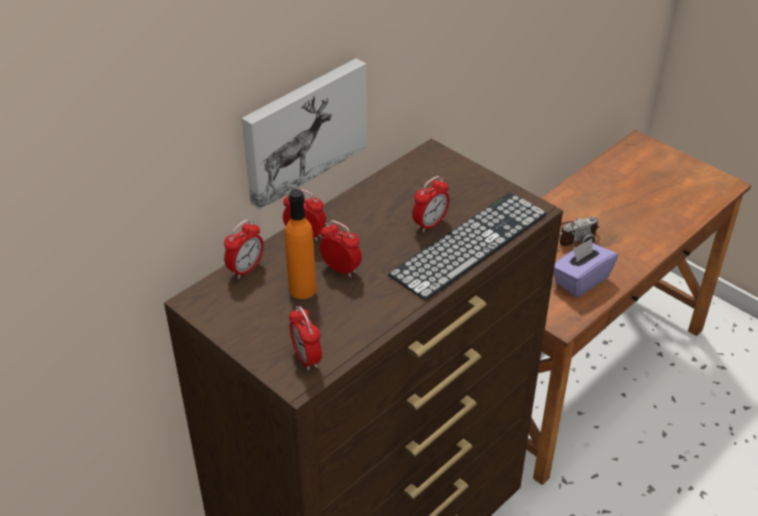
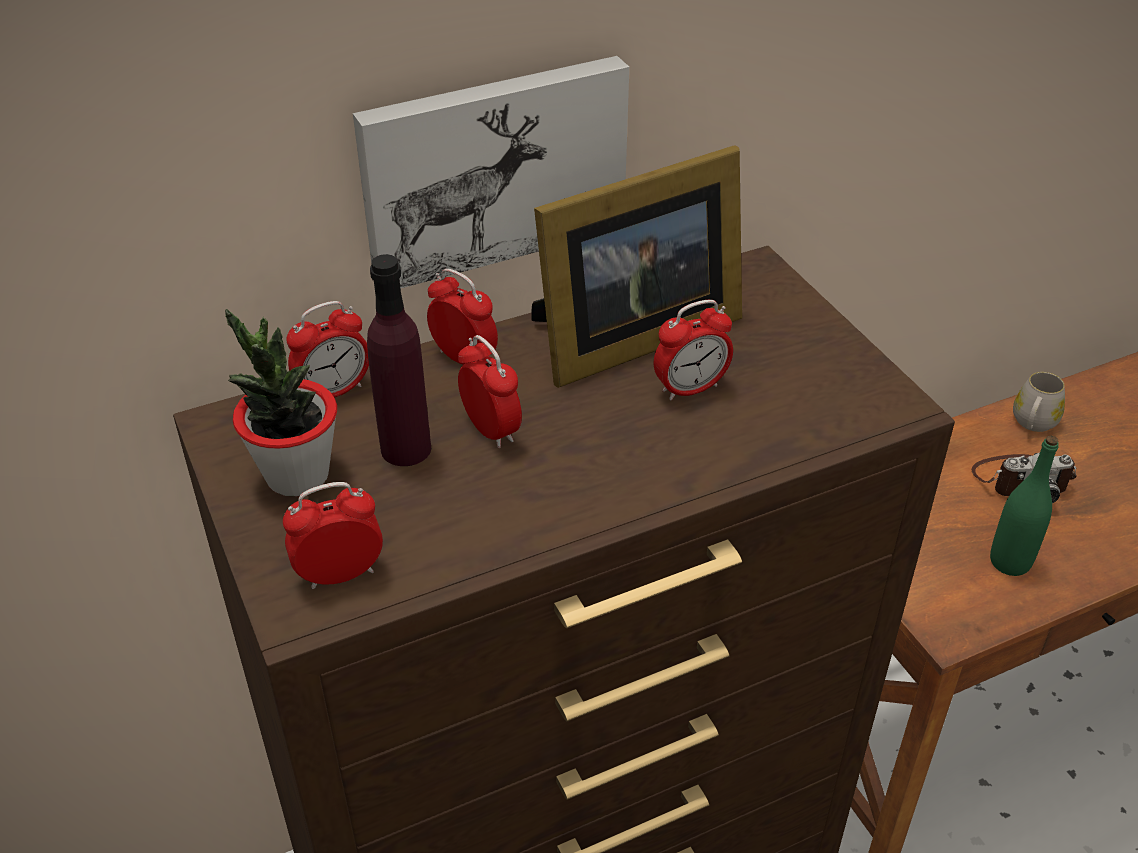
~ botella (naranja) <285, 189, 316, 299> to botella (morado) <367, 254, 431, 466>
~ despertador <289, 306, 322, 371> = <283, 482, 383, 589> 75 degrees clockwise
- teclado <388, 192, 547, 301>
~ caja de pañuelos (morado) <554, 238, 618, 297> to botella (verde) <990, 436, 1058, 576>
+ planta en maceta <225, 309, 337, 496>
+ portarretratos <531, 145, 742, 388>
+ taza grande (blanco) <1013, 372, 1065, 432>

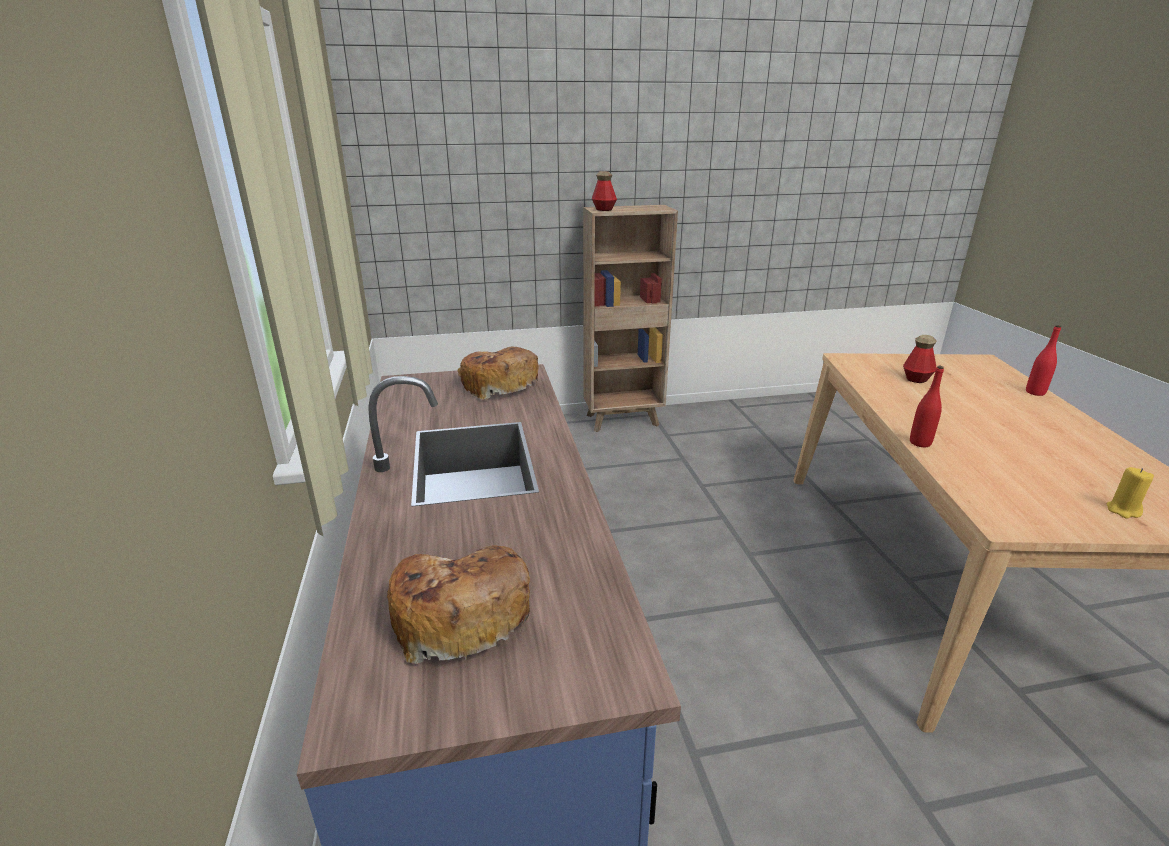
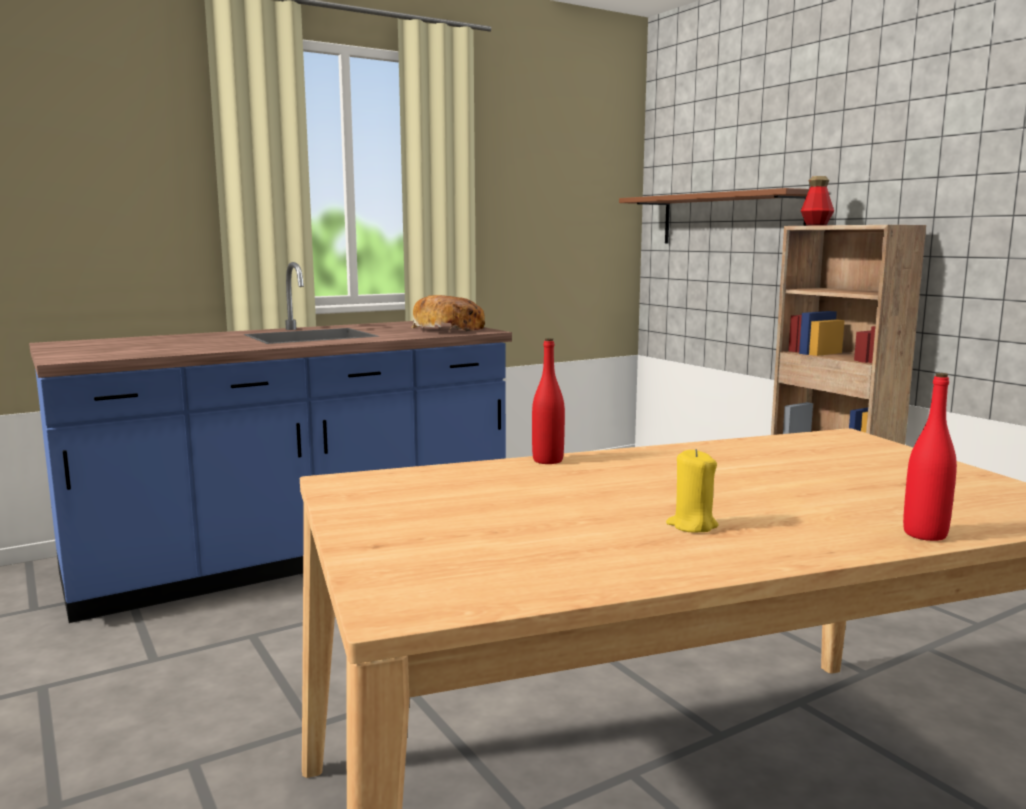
- pan <387, 545, 530, 664>
- botella <903, 335, 937, 383>
~ vela (amarillo) <1106, 467, 1154, 518> to <666, 449, 719, 533>
+ estante (marrón) <619, 188, 809, 243>

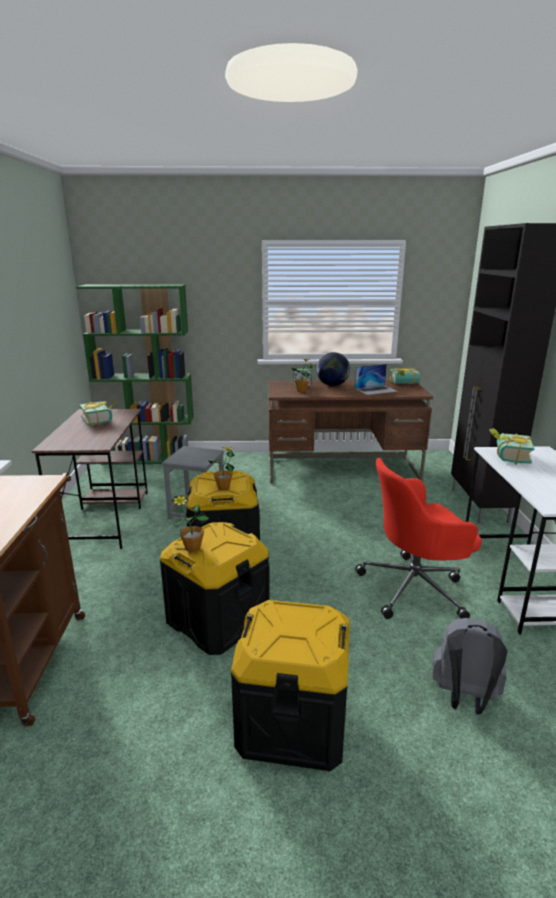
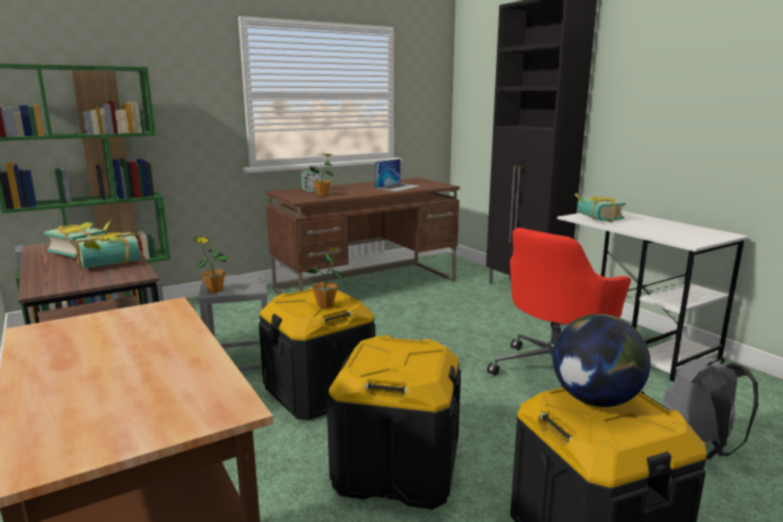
~ planta en maceta <171, 496, 209, 552> to <194, 237, 229, 293>
~ globo terráqueo <317, 352, 350, 386> to <553, 314, 651, 407>
~ libro <389, 368, 420, 384> to <75, 232, 140, 268>

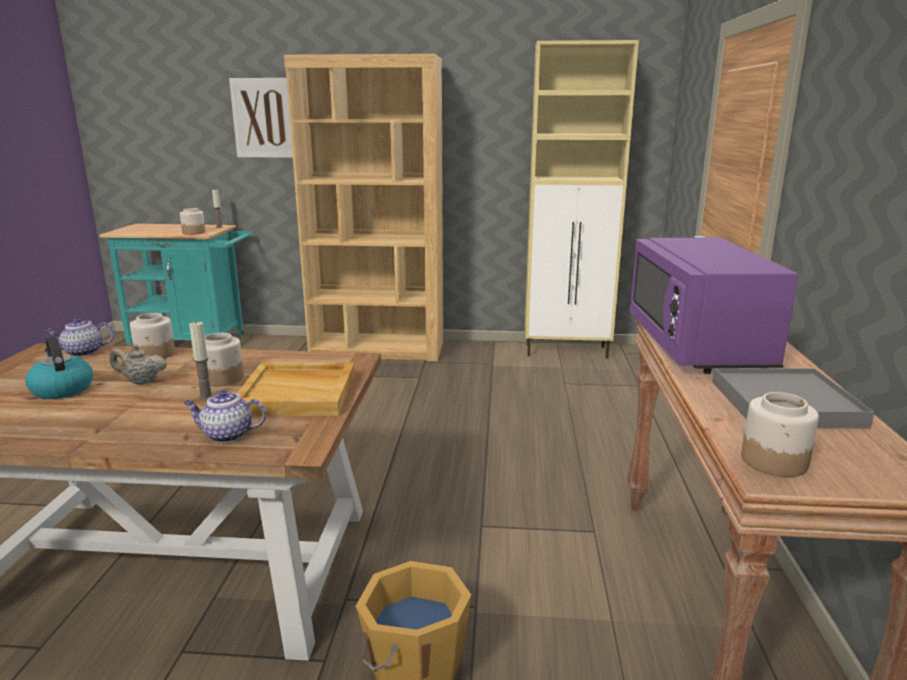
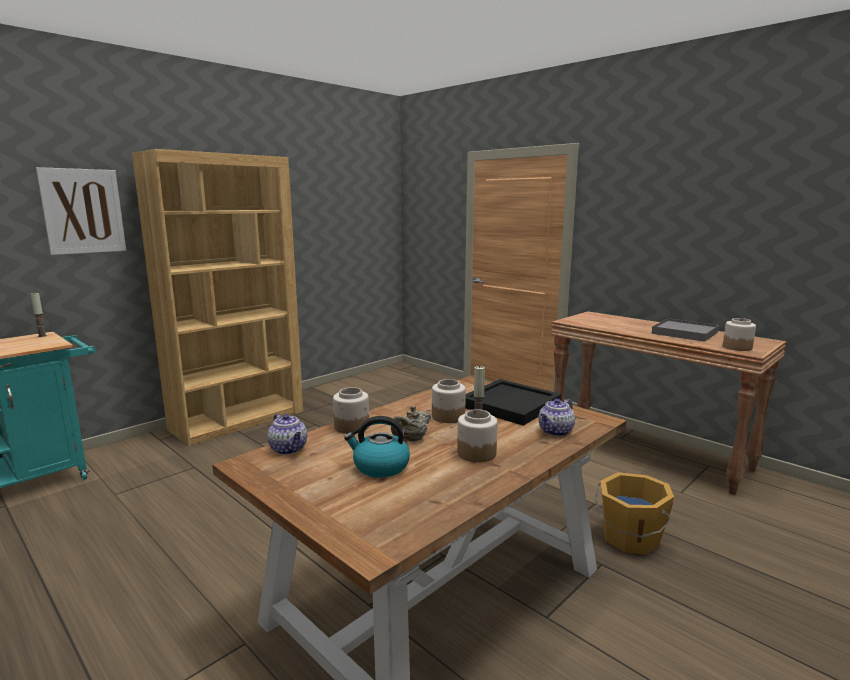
~ tetera <45, 318, 114, 357> = <268, 413, 307, 455> 60 degrees counterclockwise
~ tarro <180, 208, 205, 235> to <457, 409, 498, 463>
~ bandeja (beis) <237, 362, 355, 416> to bandeja (negro) <465, 379, 561, 426>
- armario (beis) <525, 40, 639, 358>
- microondas (morado) <630, 238, 798, 374>

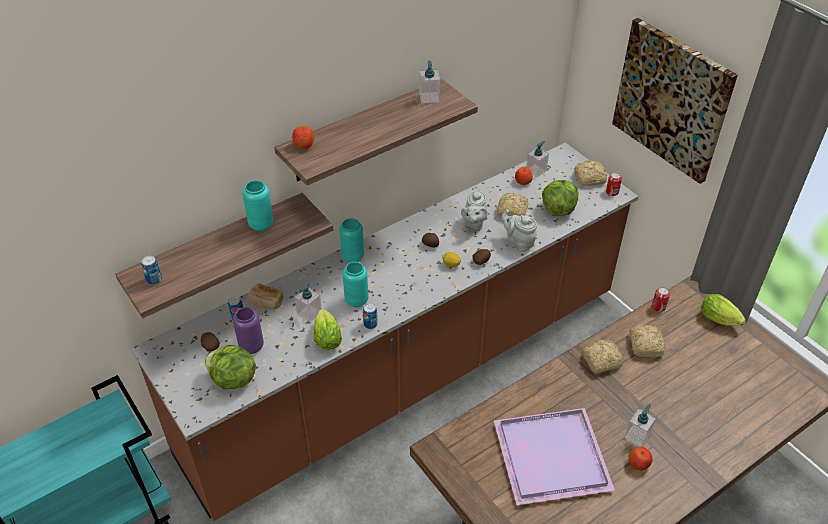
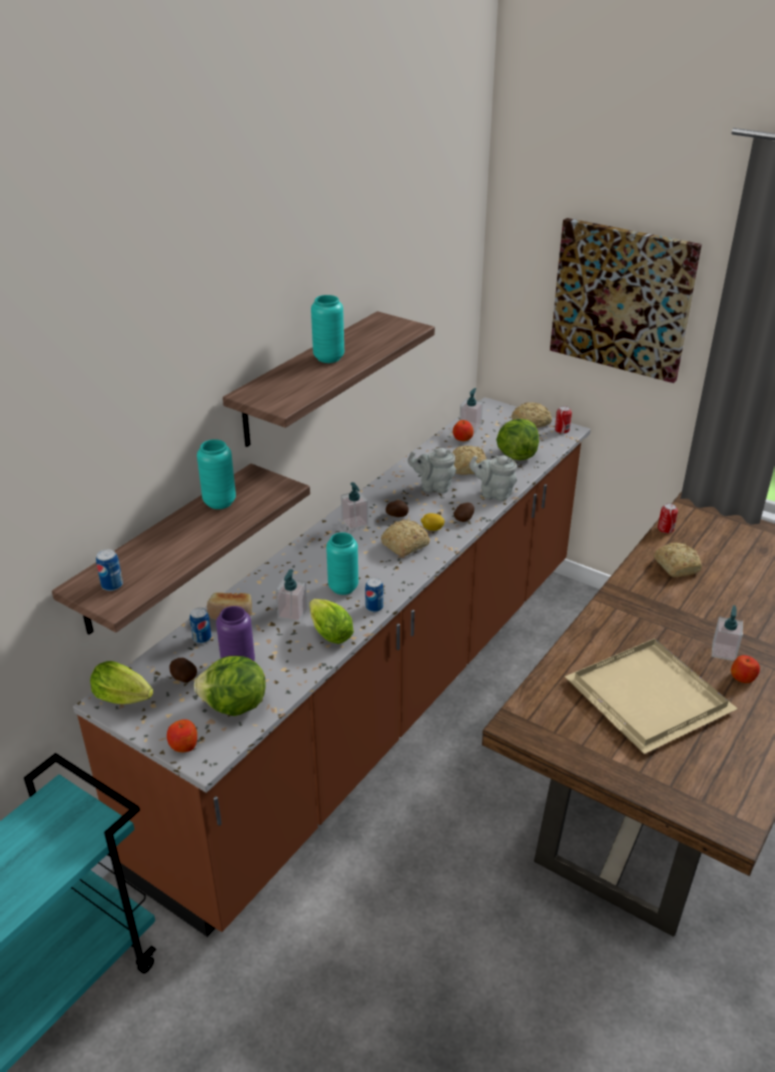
~ manzana <292, 126, 314, 149> to <167, 719, 197, 752>
~ florero (turquesa) <339, 218, 364, 263> to <311, 295, 344, 363>
~ dispensador de jabón <419, 61, 440, 103> to <341, 482, 368, 531>
~ tetera (gris) <461, 189, 488, 231> = <408, 448, 456, 493> 105 degrees clockwise
~ bandeja (morado) <494, 408, 615, 505> to bandeja (beis) <564, 639, 738, 754>
~ pan <582, 340, 623, 374> to <381, 519, 430, 556>
~ lechuga <701, 294, 746, 326> to <90, 661, 153, 704>

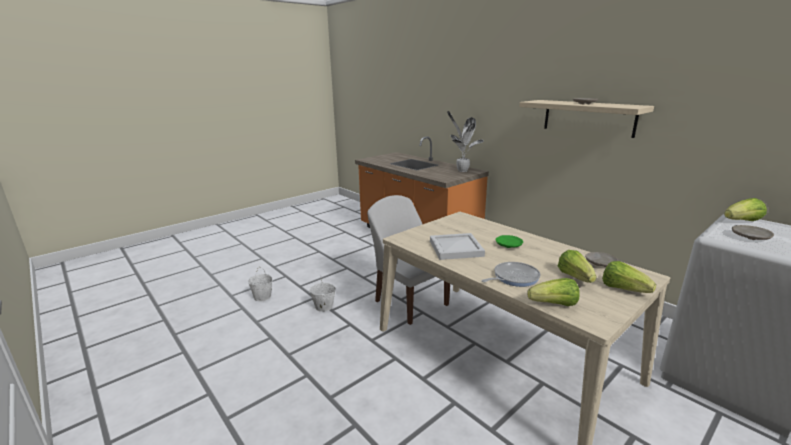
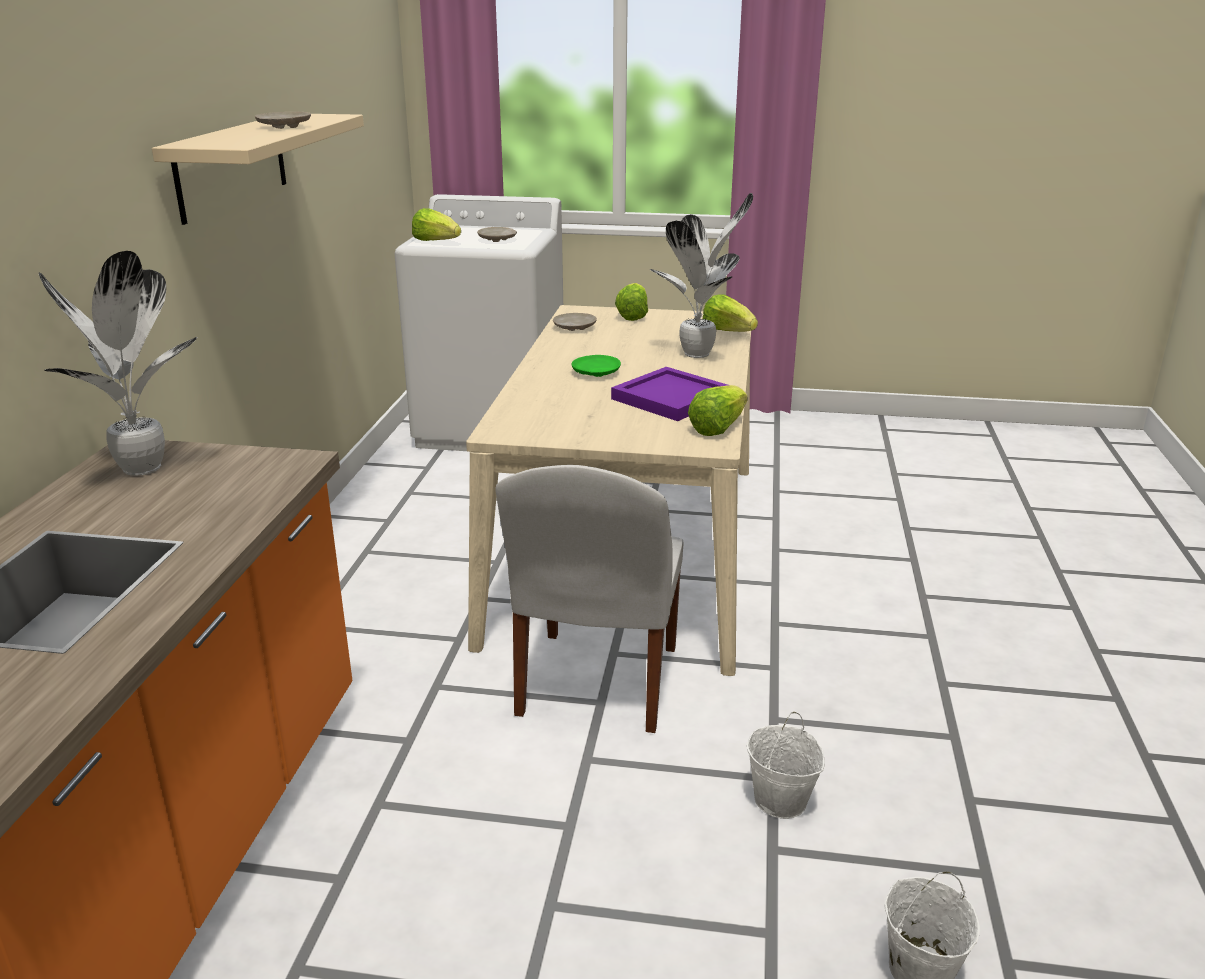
~ bandeja (blanco) <430, 233, 485, 260> to bandeja (morado) <611, 367, 727, 421>
~ sartén <481, 262, 541, 287> to planta en maceta <650, 193, 753, 358>
~ lechuga <558, 250, 597, 283> to <688, 385, 748, 436>

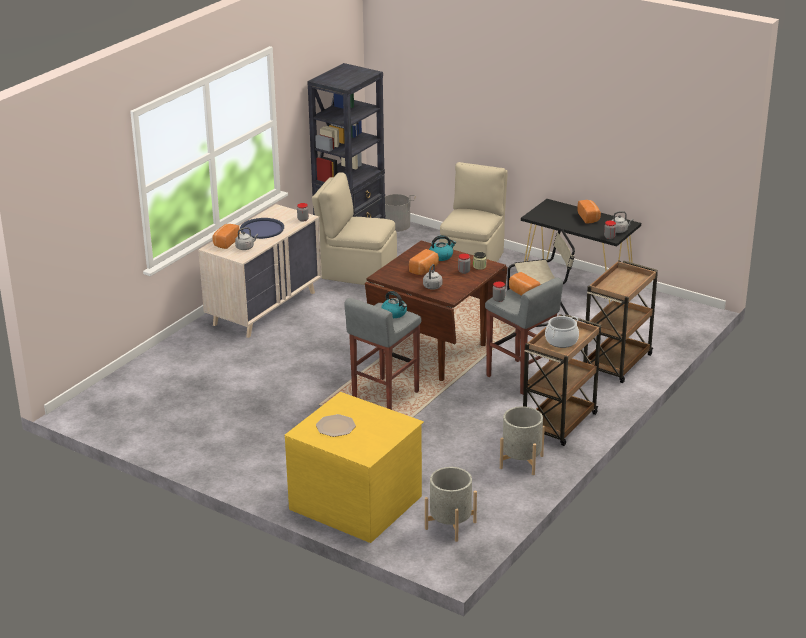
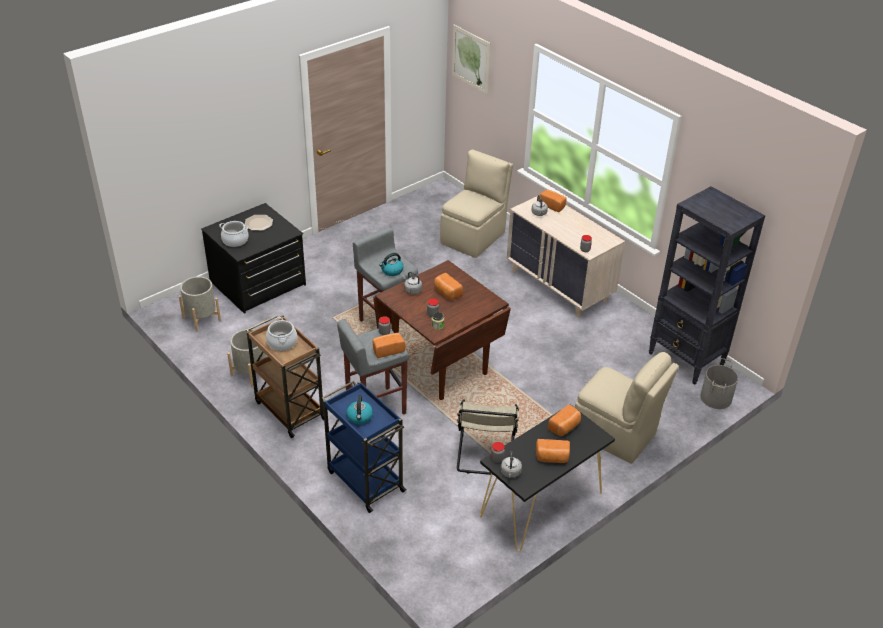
- bandeja (azul) <240, 218, 284, 239>
~ cómoda (amarillo) <284, 392, 424, 543> to cómoda (negro) <201, 203, 306, 314>
~ silla (beis) <312, 173, 397, 287> to <440, 149, 513, 258>
~ hervidor <429, 235, 456, 261> to <346, 395, 373, 424>
~ carrito (marrón) <583, 260, 658, 383> to carrito (azul) <322, 381, 406, 513>
+ olla <219, 221, 248, 247>
+ cuadro <452, 25, 491, 95>
+ pan <548, 405, 581, 436>

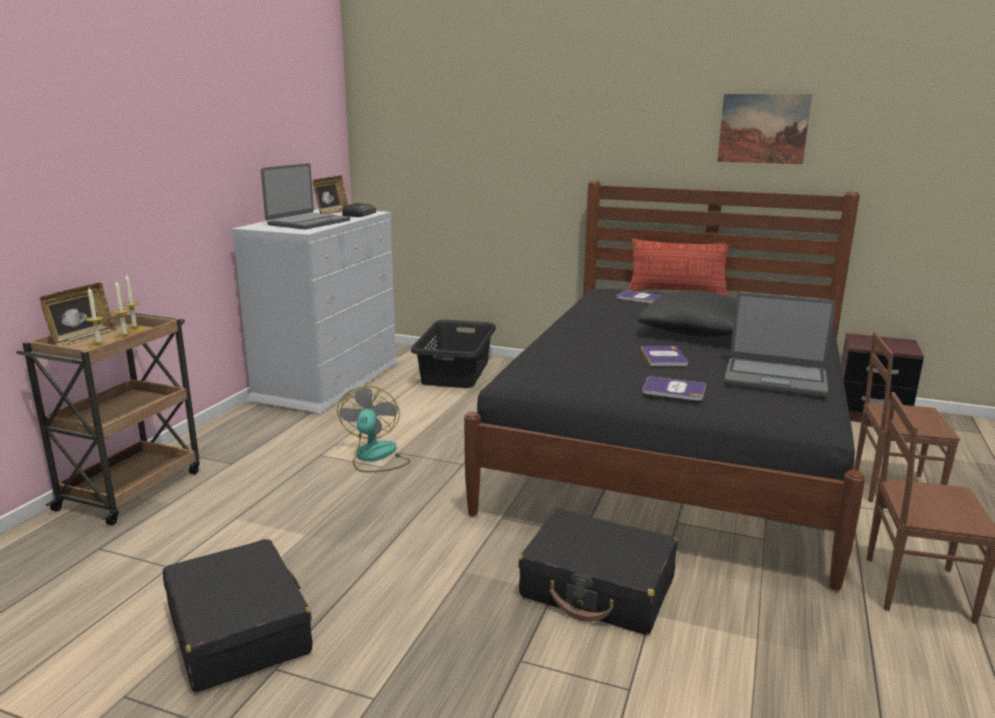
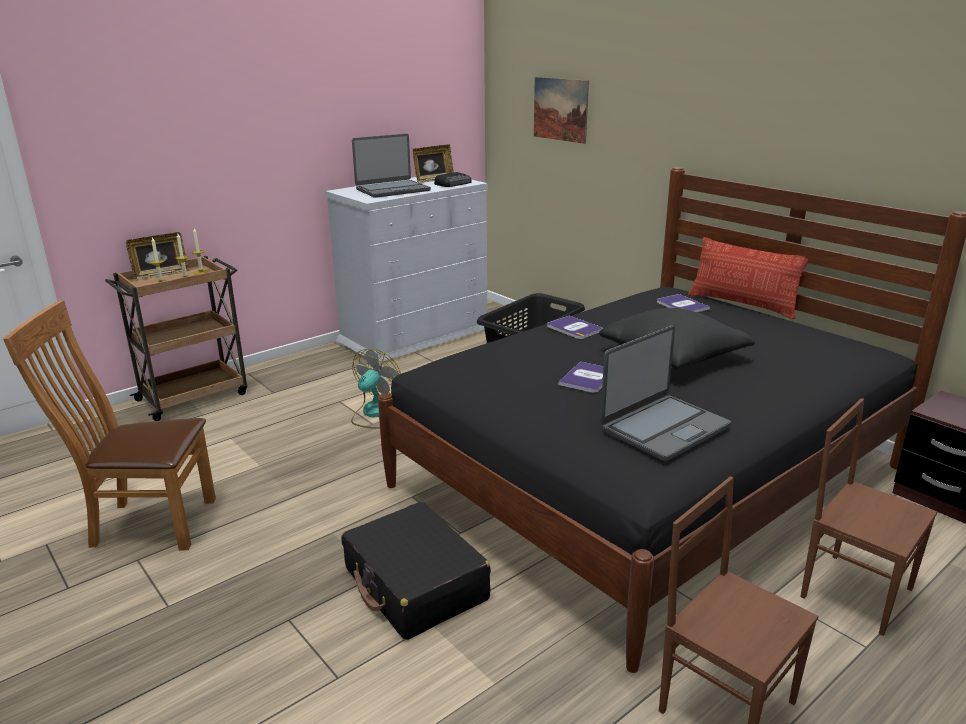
~ maleta (negro) <163, 539, 312, 693> to silla (marrón) <3, 300, 216, 550>
~ libro <642, 376, 706, 401> to <547, 316, 603, 339>
~ cuadro <717, 94, 812, 164> to <534, 77, 589, 144>
~ portátil <724, 292, 836, 397> = <600, 325, 731, 461> 90 degrees counterclockwise

